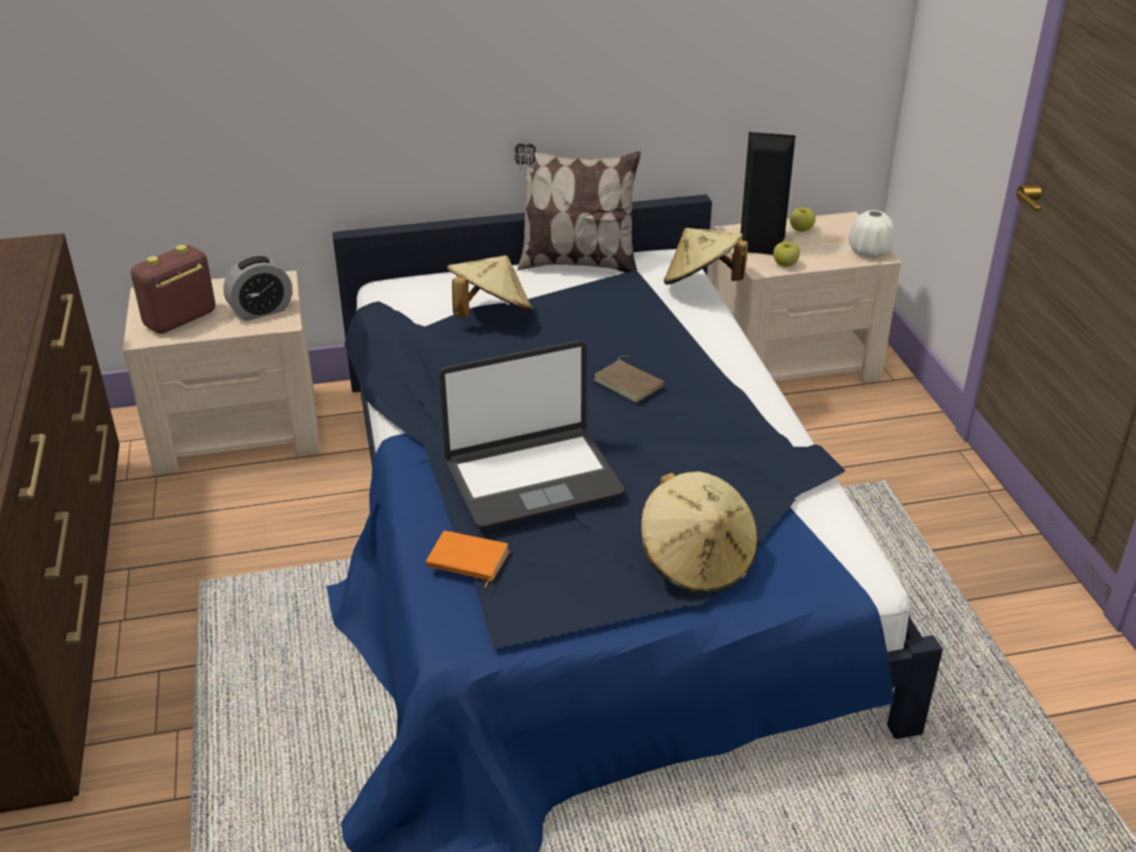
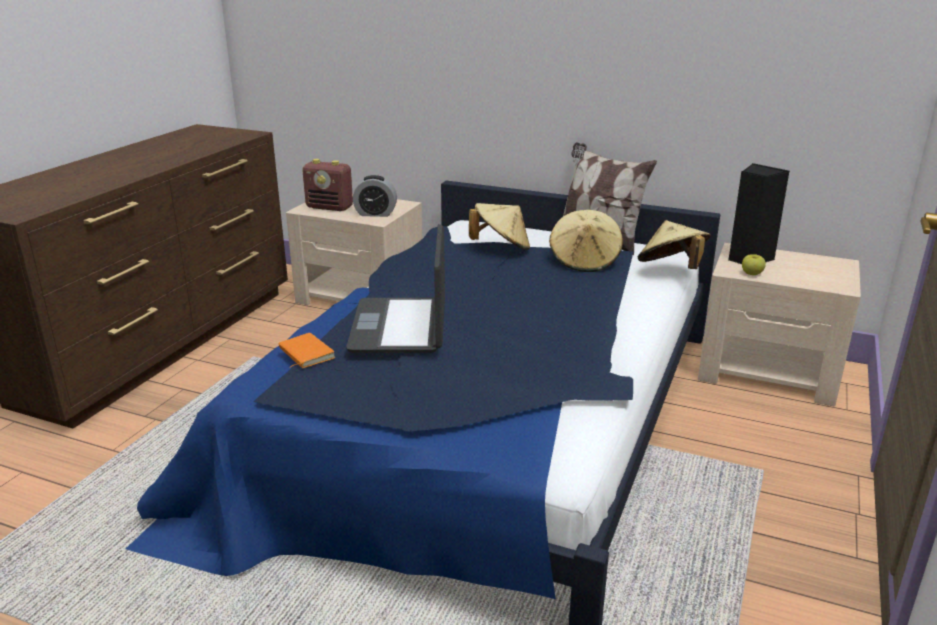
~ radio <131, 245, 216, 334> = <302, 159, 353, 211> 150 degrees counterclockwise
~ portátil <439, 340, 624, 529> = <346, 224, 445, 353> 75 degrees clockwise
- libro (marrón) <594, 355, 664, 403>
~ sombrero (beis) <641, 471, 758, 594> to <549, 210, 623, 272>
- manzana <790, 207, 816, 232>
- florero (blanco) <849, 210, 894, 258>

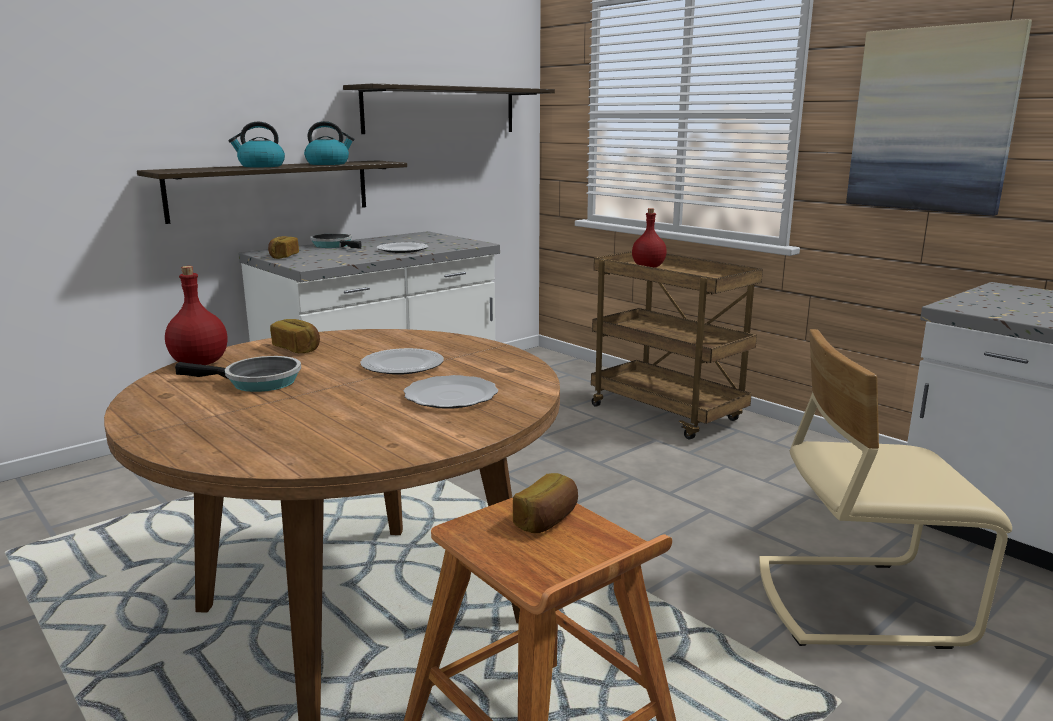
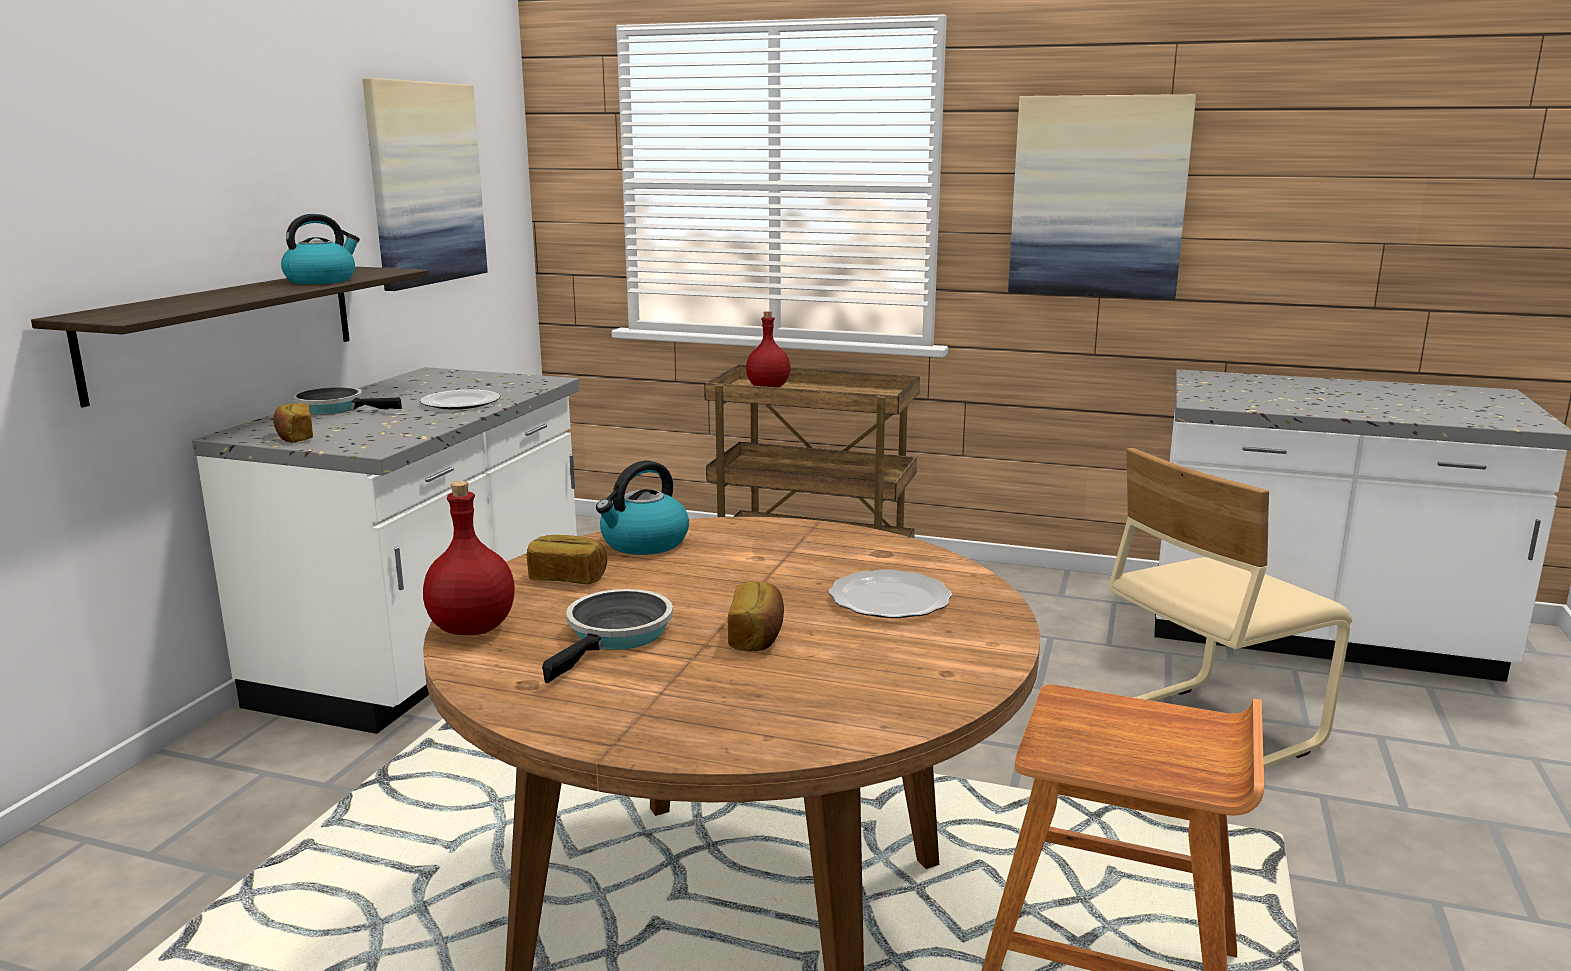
~ sartén <175, 356, 301, 392> = <542, 589, 673, 683> 45 degrees counterclockwise
~ hervidor <228, 122, 285, 167> to <596, 460, 689, 555>
~ estante <343, 83, 555, 134> to cuadro <362, 78, 488, 291>
- plato <360, 348, 444, 375>
~ pan <513, 473, 578, 533> to <728, 582, 784, 652>

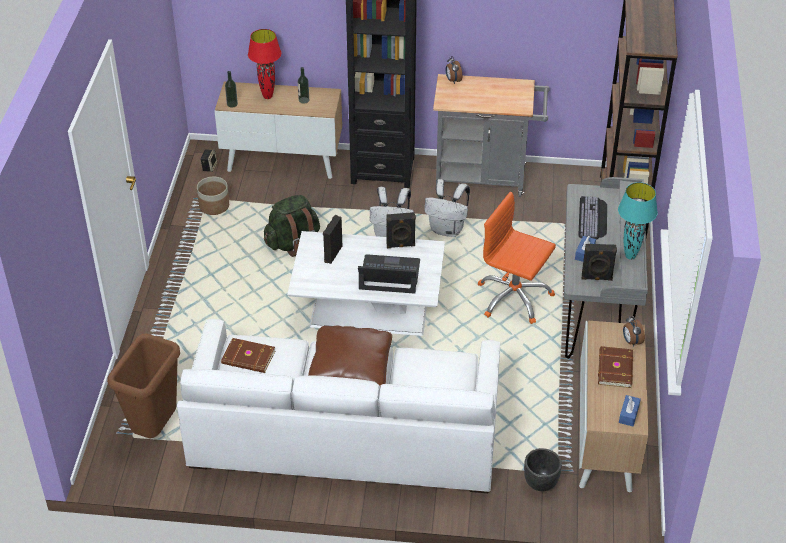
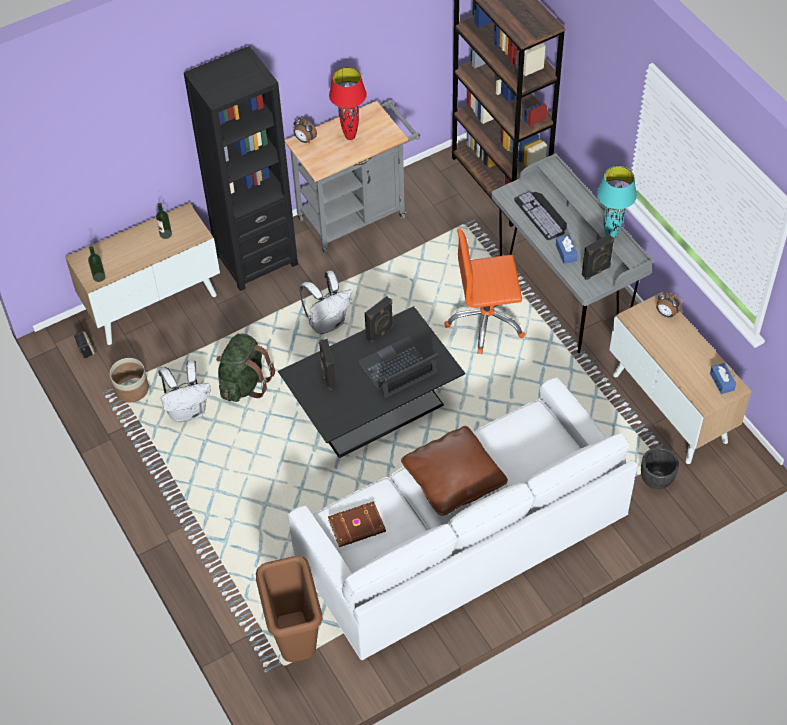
~ lámpara de mesa (rojo) <248, 29, 281, 99> to <329, 67, 367, 140>
~ mesa de centro (blanco) <287, 231, 445, 336> to mesa de centro (negro) <278, 306, 465, 458>
~ mochila (blanco) <424, 179, 470, 237> to <158, 360, 210, 422>
- libro (marrón) <598, 346, 633, 388>

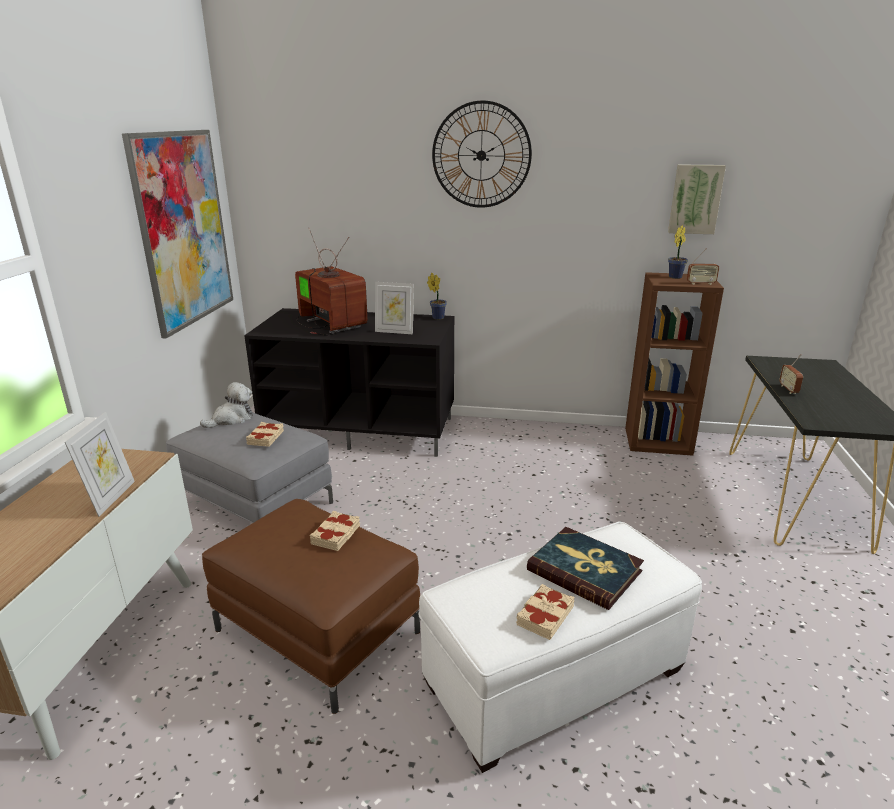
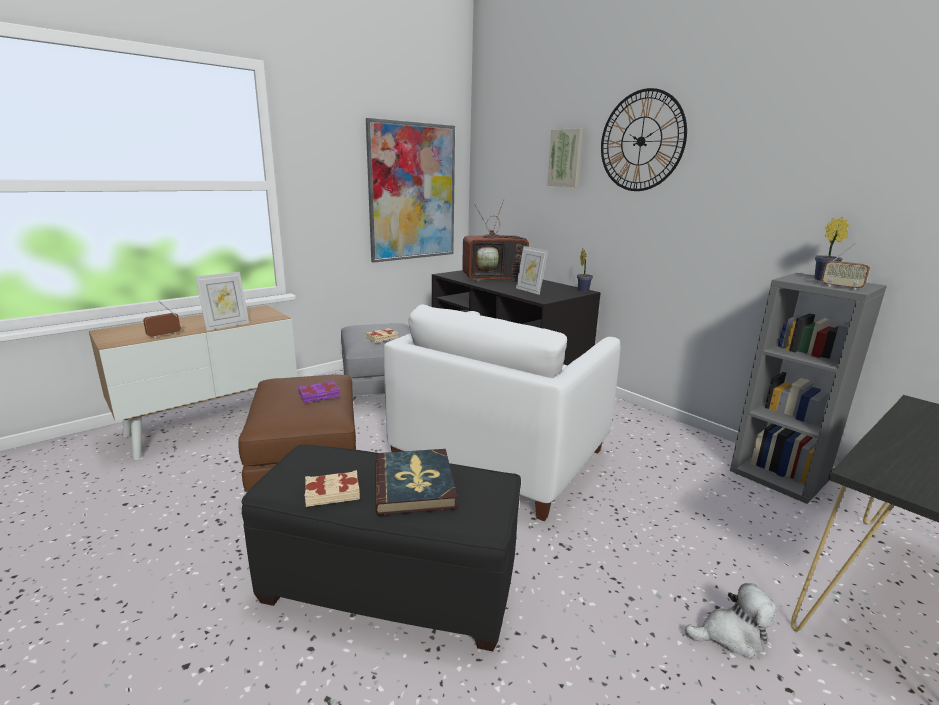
~ peluche <200, 382, 253, 428> to <685, 583, 777, 659>
~ televisor <295, 228, 368, 335> = <462, 199, 529, 282> 75 degrees clockwise
~ libro (beis) <310, 511, 360, 551> to libro (morado) <298, 381, 340, 403>
~ puf (blanco) <419, 521, 702, 773> to puf (negro) <242, 444, 521, 651>
~ estantería (marrón) <625, 272, 724, 456> to estantería (gris) <730, 273, 887, 504>
~ cuadro <668, 164, 726, 234> to <547, 128, 584, 187>
~ radio <779, 354, 803, 394> to <143, 301, 181, 338>
+ sillón (blanco) <384, 304, 620, 521>

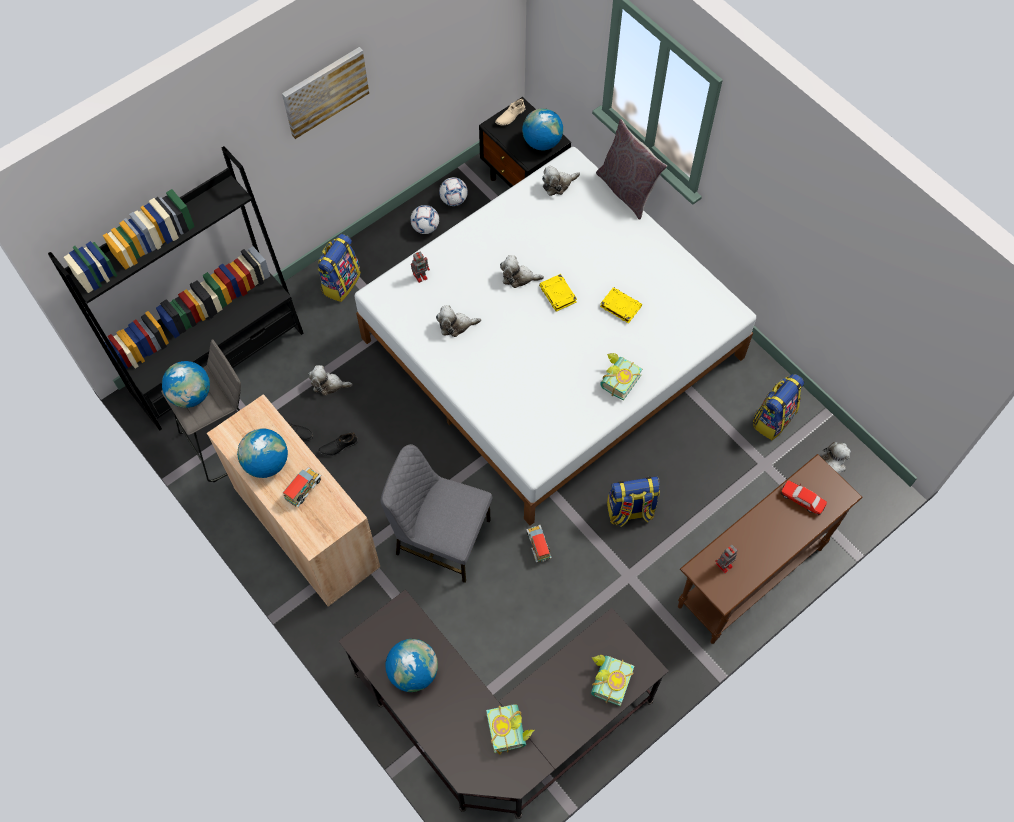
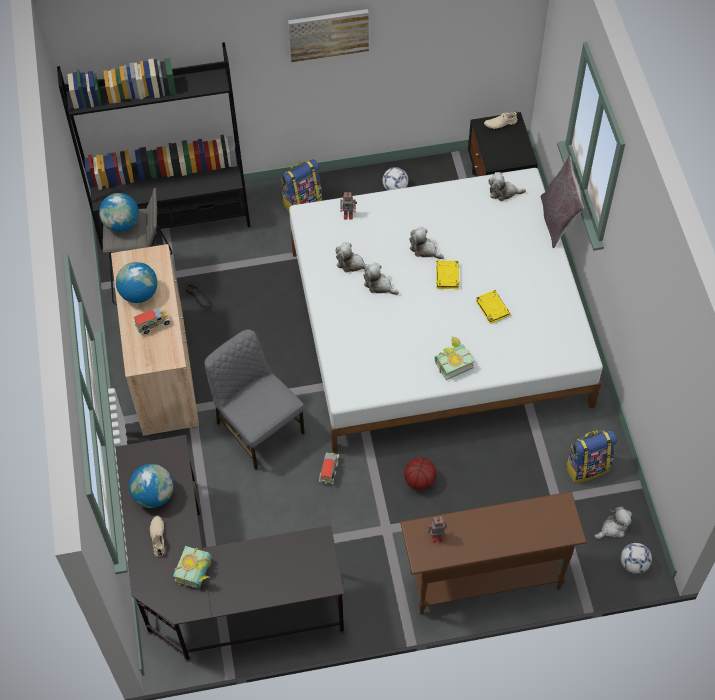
~ peluche <308, 365, 352, 396> to <363, 262, 399, 295>
- zapato (negro) <318, 432, 358, 456>
~ balón de fútbol <439, 177, 468, 206> to <621, 543, 652, 574>
- globo terráqueo <522, 108, 563, 150>
- libro <591, 655, 634, 706>
~ mochila <607, 476, 660, 527> to balón de baloncesto <404, 457, 437, 490>
- coche de juguete <780, 480, 827, 515>
+ zapato (beis) <150, 516, 165, 557>

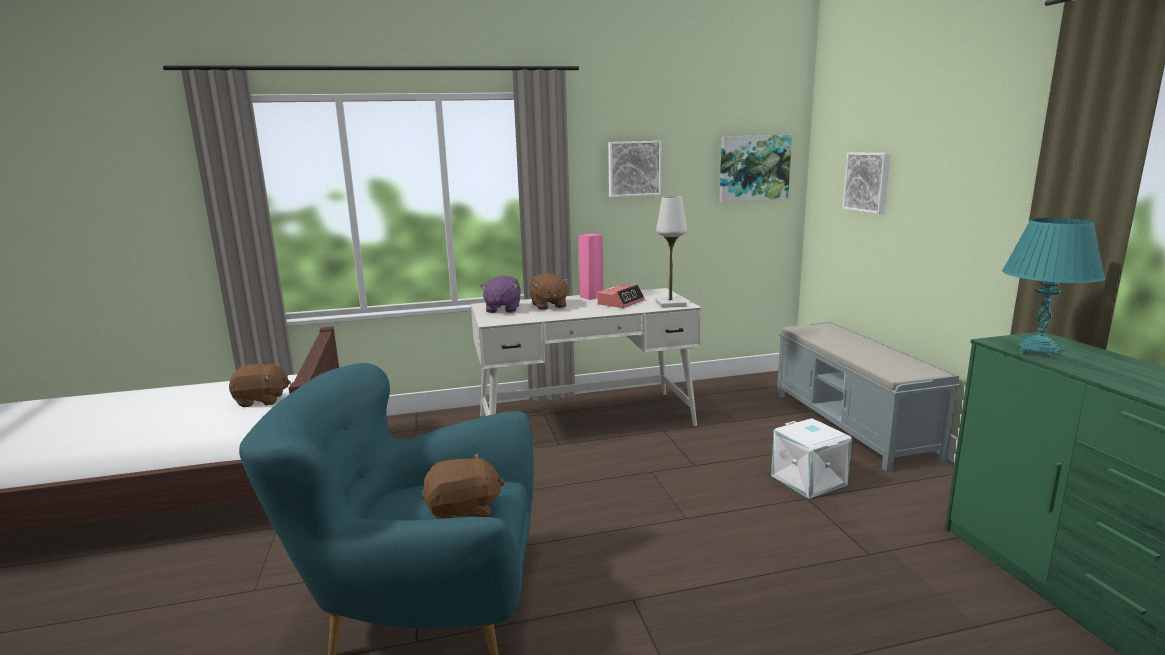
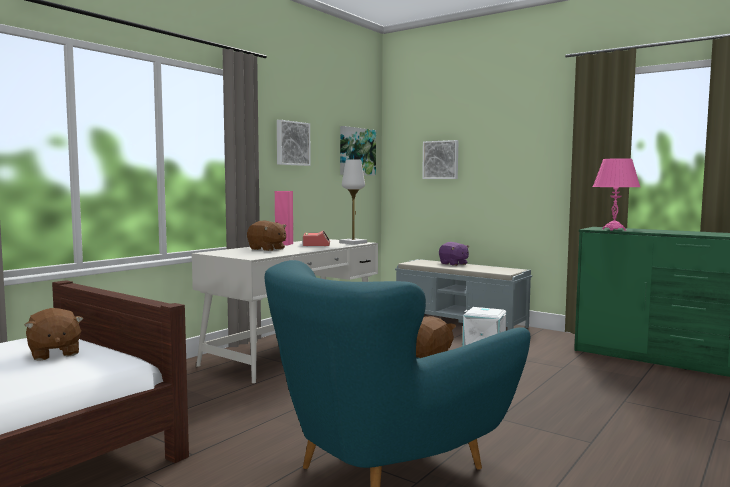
~ peluche (marrón) <229, 363, 291, 407> = <24, 308, 84, 361> 105 degrees clockwise
~ peluche (morado) <480, 275, 521, 313> to <439, 242, 469, 266>
~ lámpara de mesa (turquesa) <1002, 218, 1106, 358> to lámpara de mesa (rosa) <592, 158, 640, 231>

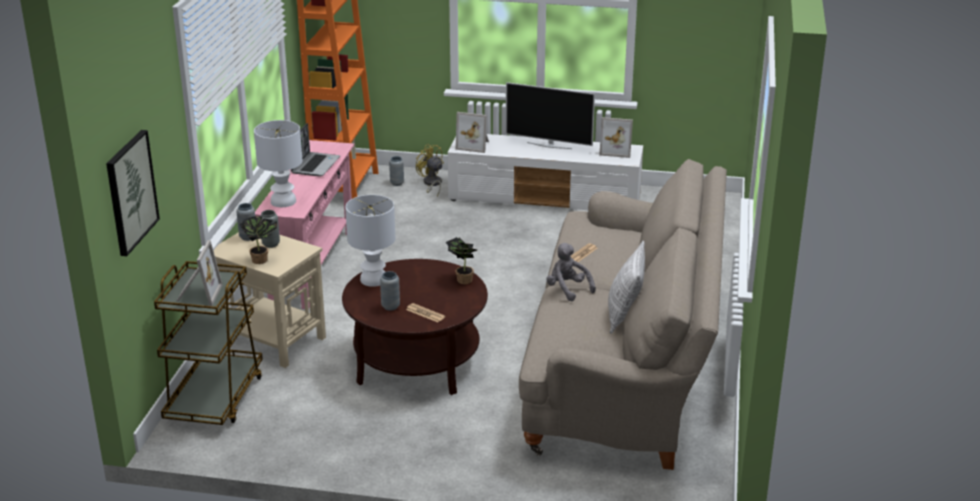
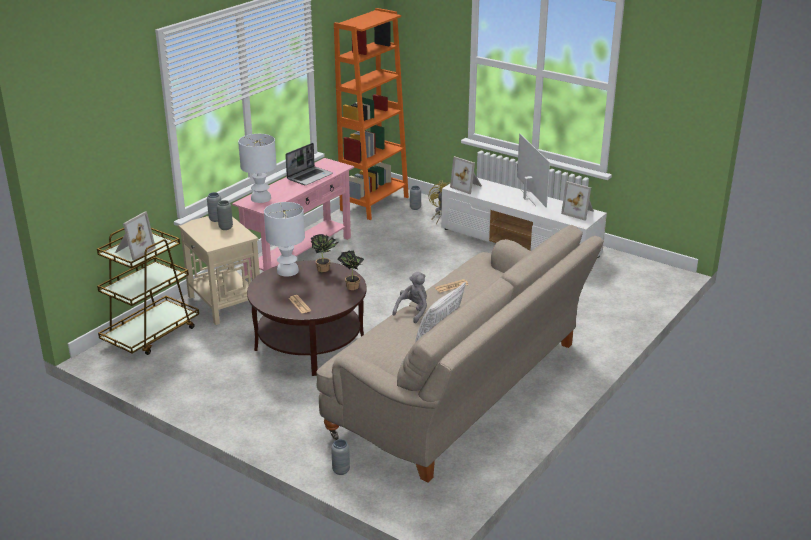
- cuadro <106, 130, 160, 256>
~ planta en maceta <239, 216, 277, 264> to <311, 234, 338, 272>
~ florero (gris) <380, 271, 400, 311> to <331, 439, 350, 475>
~ televisor <506, 82, 595, 149> = <517, 133, 550, 208> 150 degrees counterclockwise
~ peluche (gris) <546, 243, 596, 301> = <392, 272, 427, 323> 45 degrees clockwise

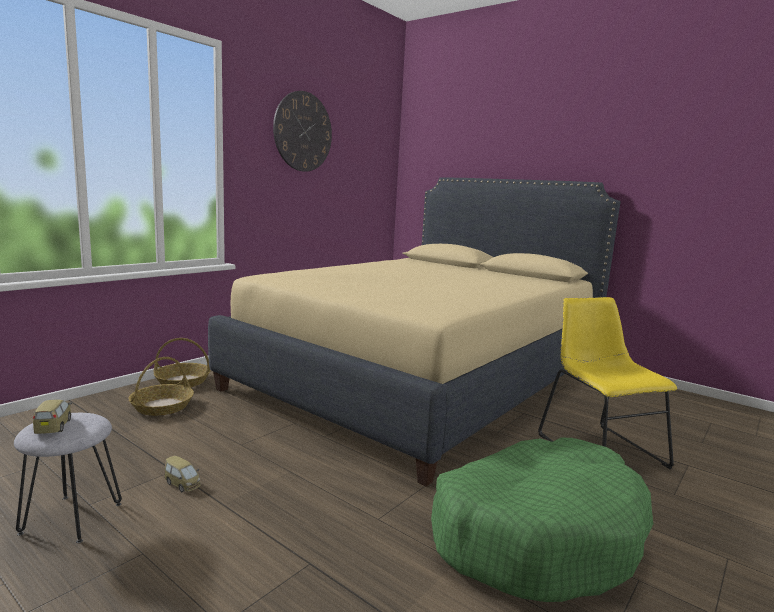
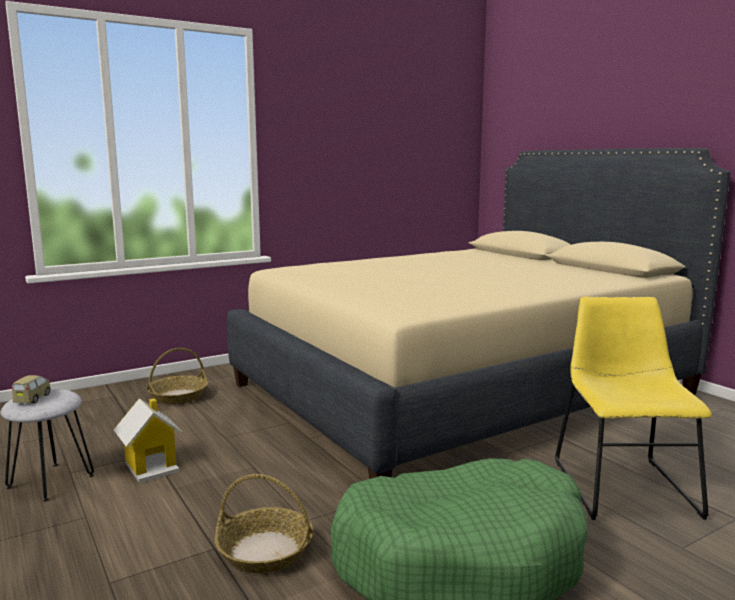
~ cesta <154, 338, 211, 387> to <215, 474, 313, 574>
~ coche de juguete <165, 456, 201, 492> to casita <114, 398, 183, 483>
- reloj de pared <273, 91, 332, 172>

